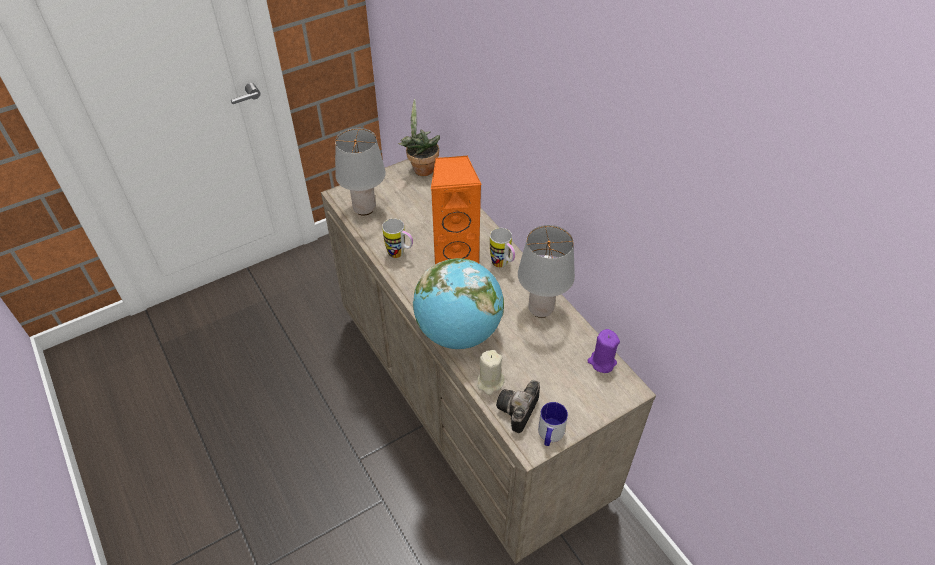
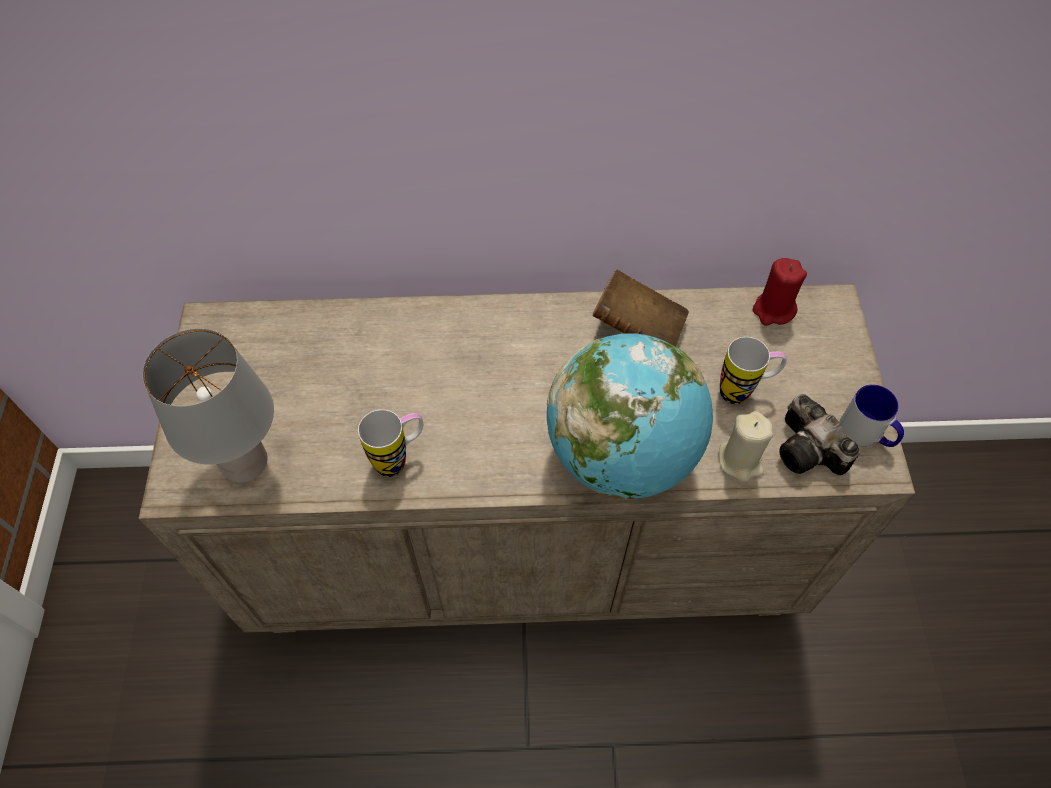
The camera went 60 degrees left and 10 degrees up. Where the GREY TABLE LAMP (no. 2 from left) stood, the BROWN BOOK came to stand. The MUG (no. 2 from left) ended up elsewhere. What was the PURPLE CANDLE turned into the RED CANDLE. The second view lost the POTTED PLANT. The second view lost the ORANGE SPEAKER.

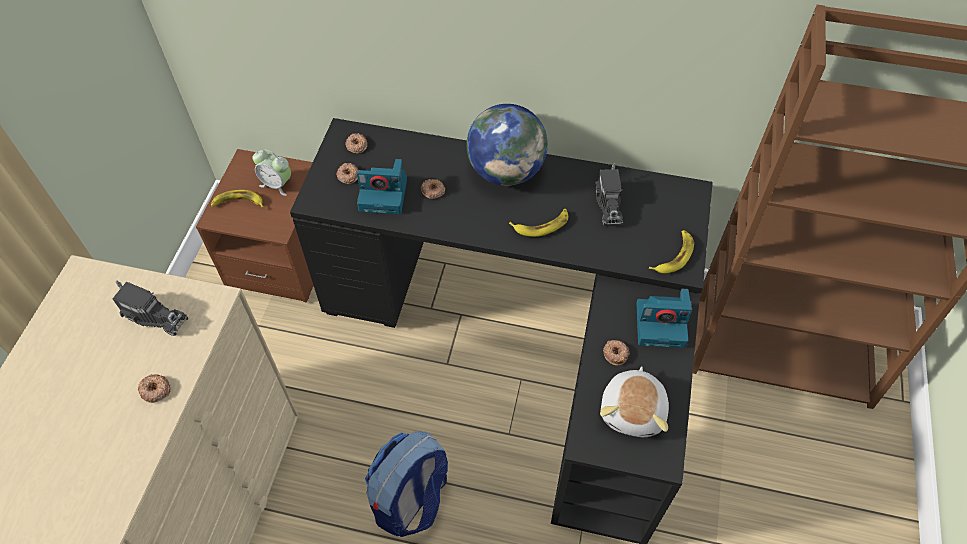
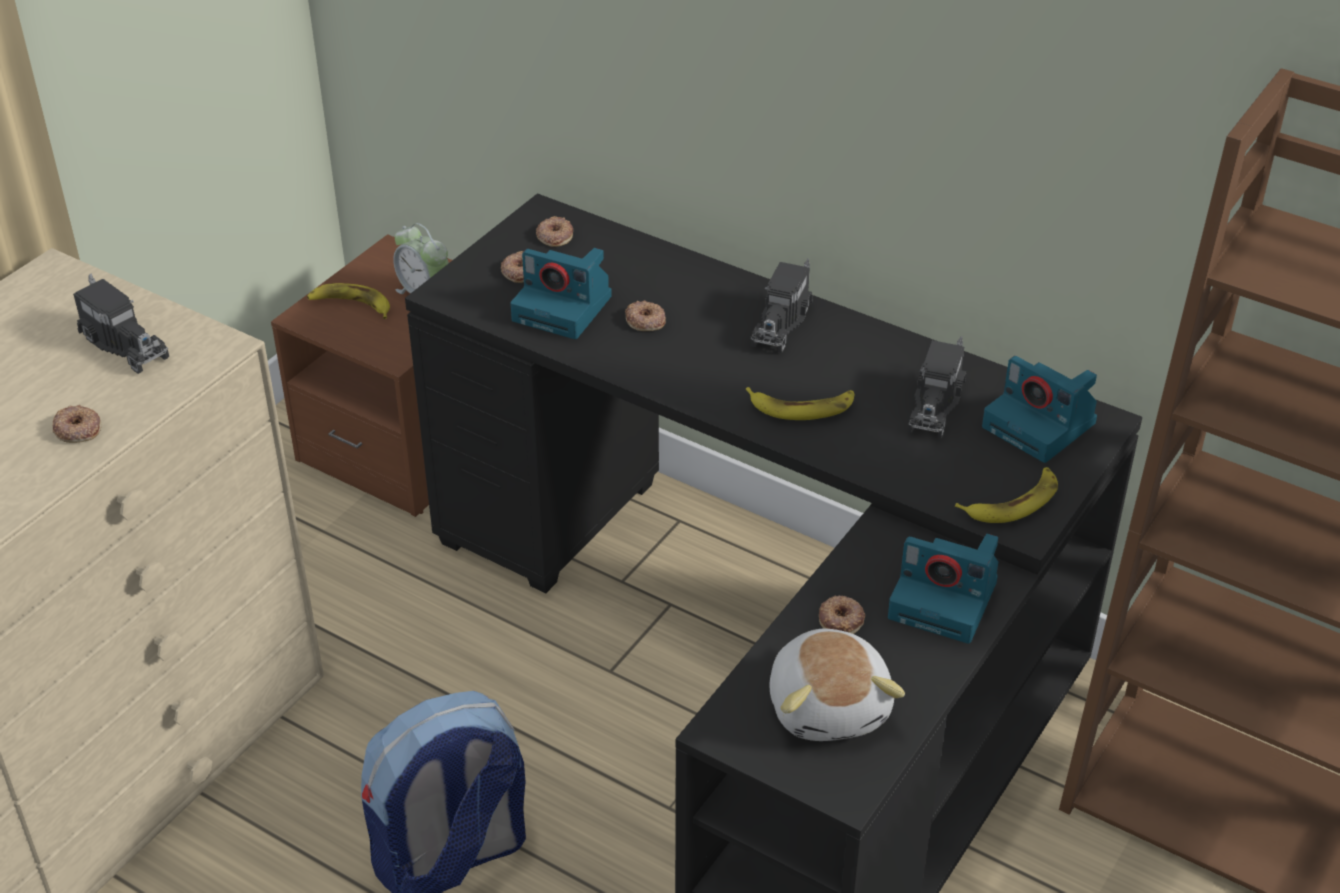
The camera went 20 degrees right and 15 degrees down. Where the GLOBE stood, the TOY TRUCK (no. 2 from left) came to stand. The PLUSH TOY ended up facing another way, 45 degrees counterclockwise from before. The second view gained the PHOTO CAMERA (no. 3 from left).

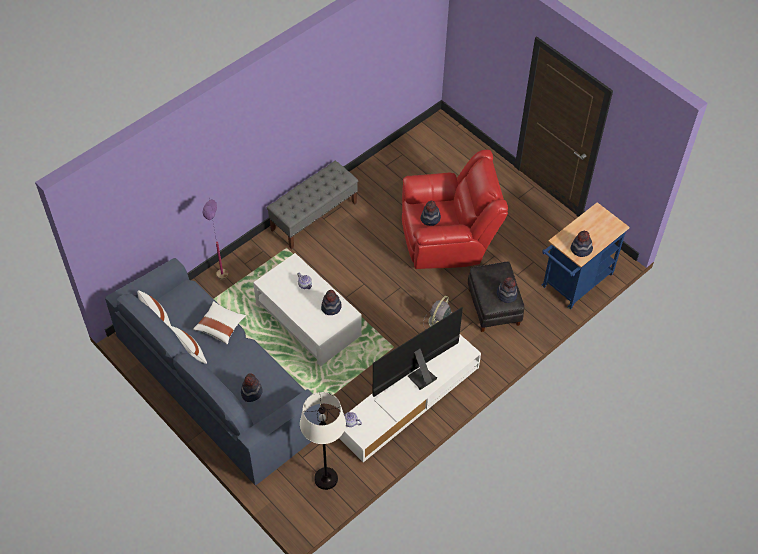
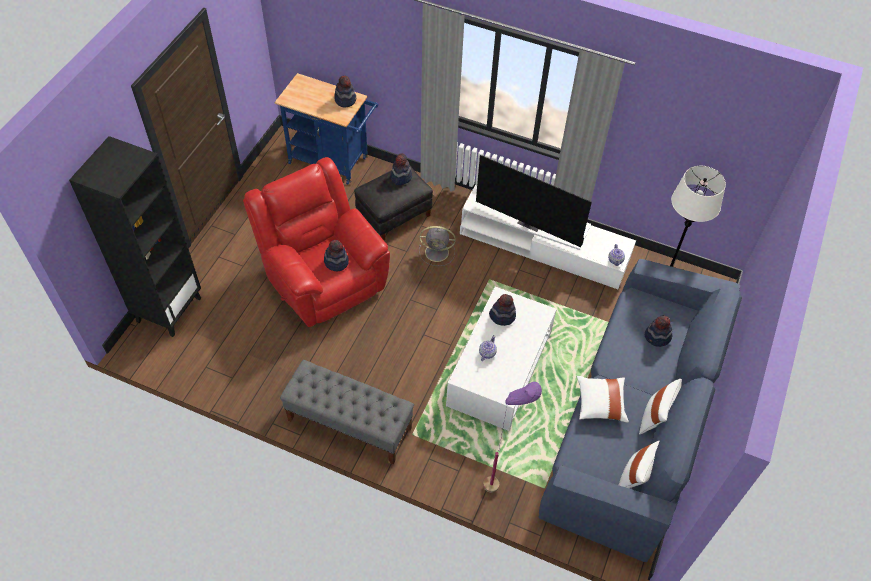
The camera went 115 degrees left and 0 degrees up. The second view gained the BLACK BOOKCASE.

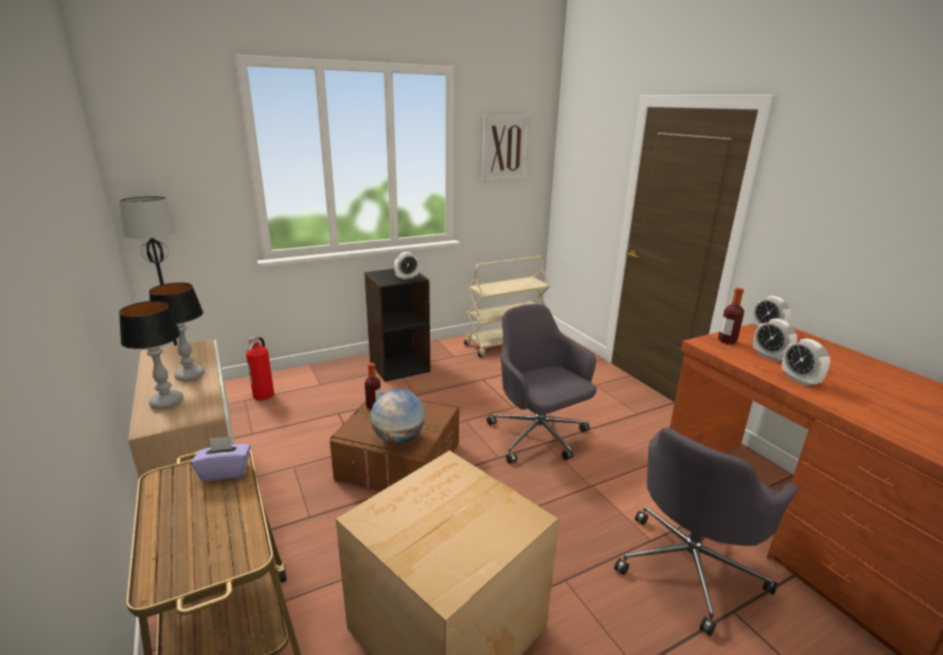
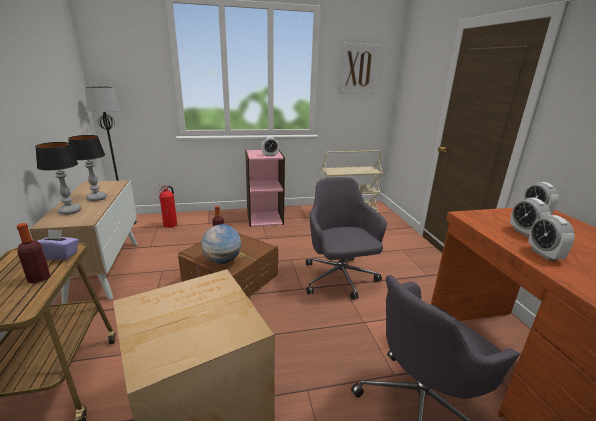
The camera went 15 degrees right and 0 degrees up. The BOTTLE (no. 2 from left in the first image) ended up elsewhere. What was the BLACK BOOKCASE turned into the PINK BOOKCASE.

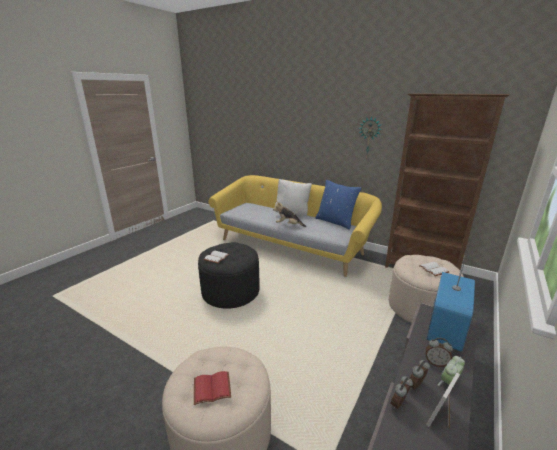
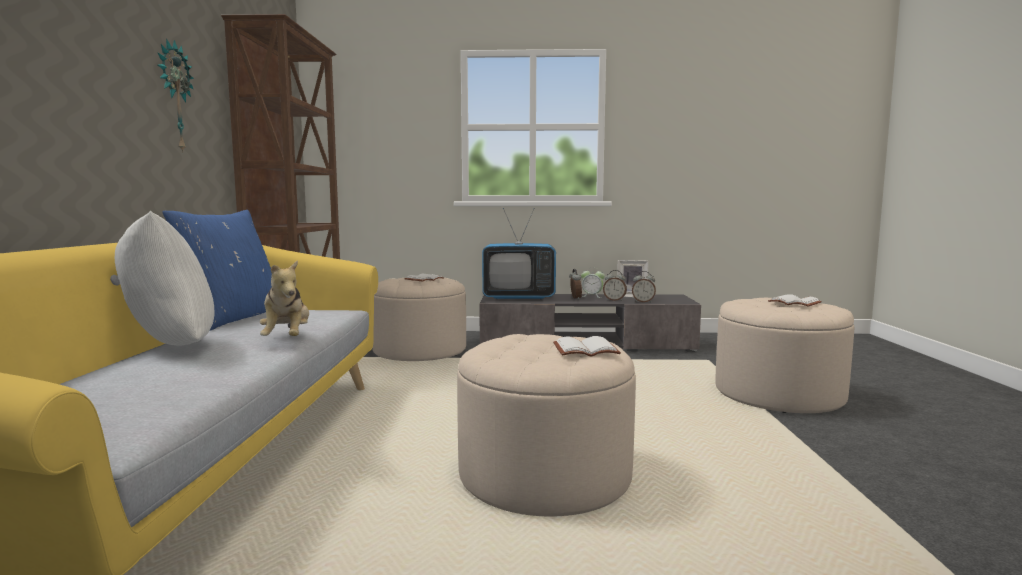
The camera went 120 degrees left and 15 degrees down. What was the BLACK OTTOMAN turned into the BEIGE OTTOMAN (no. 2 from left). What was the RED BOOK turned into the WHITE BOOK (no. 3 from left).

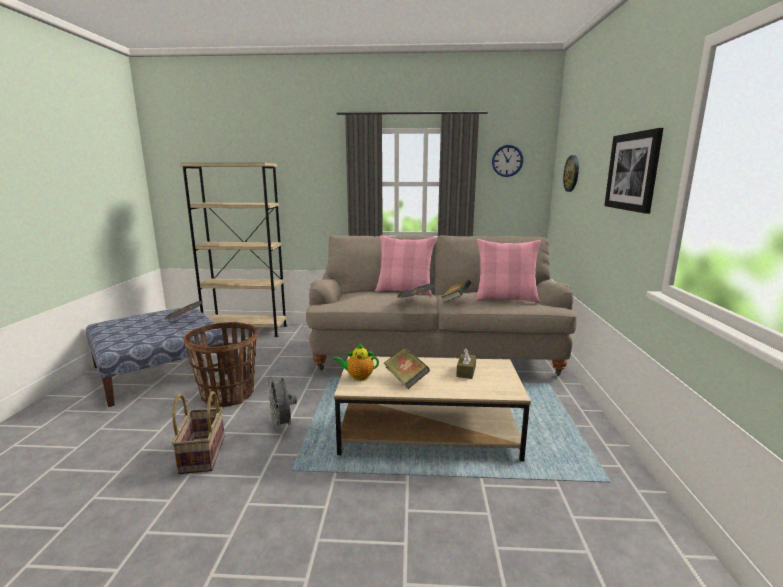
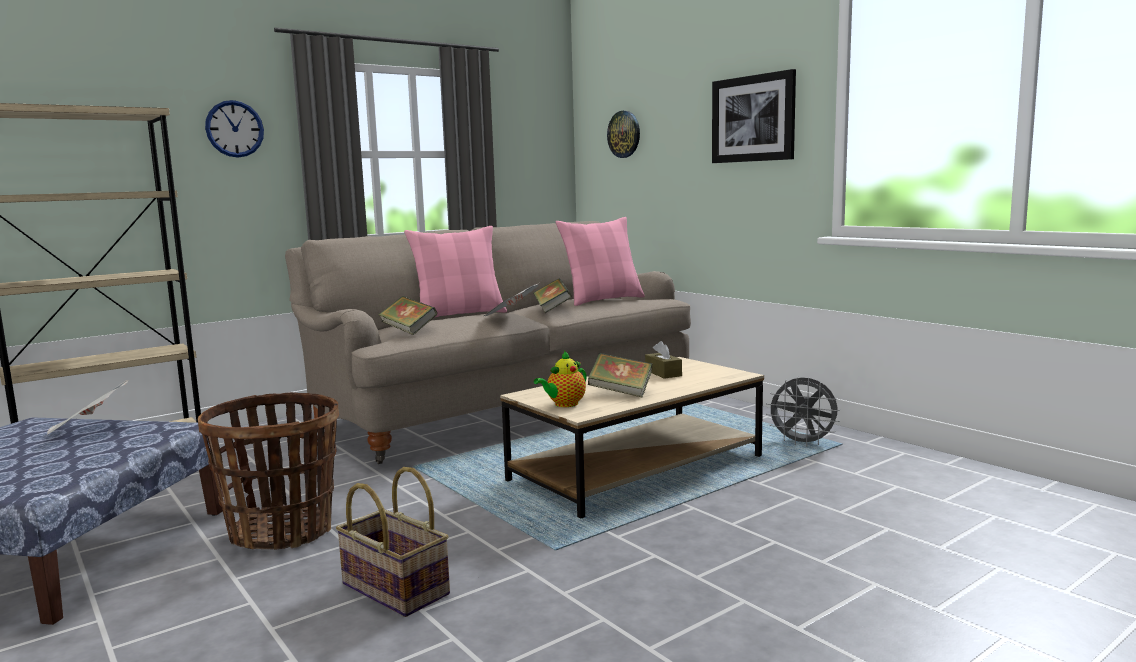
The camera went 40 degrees left and 5 degrees down. The WALL CLOCK (no. 1 from left) ended up elsewhere. The second view gained the BOOK (no. 1 from left). The GREY FAN ended up elsewhere.

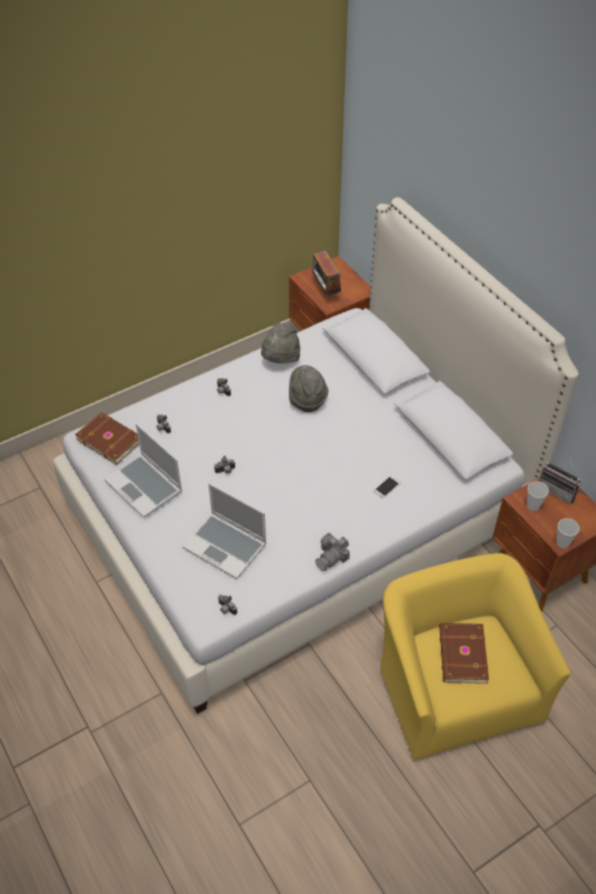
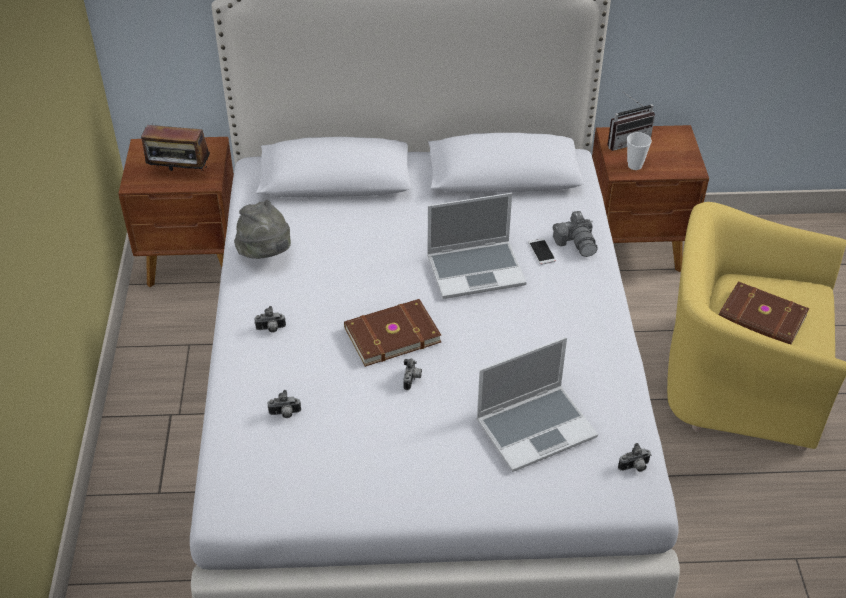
The camera went 60 degrees left and 5 degrees down. The BROWN BOOK (no. 1 from left) ended up elsewhere. The LAPTOP (no. 1 from left) ended up elsewhere. The PHOTO CAMERA (no. 5 from left in the first image) ended up elsewhere. The second view lost the GREY HAT (no. 2 from left). The second view lost the CUP (no. 2 from left).

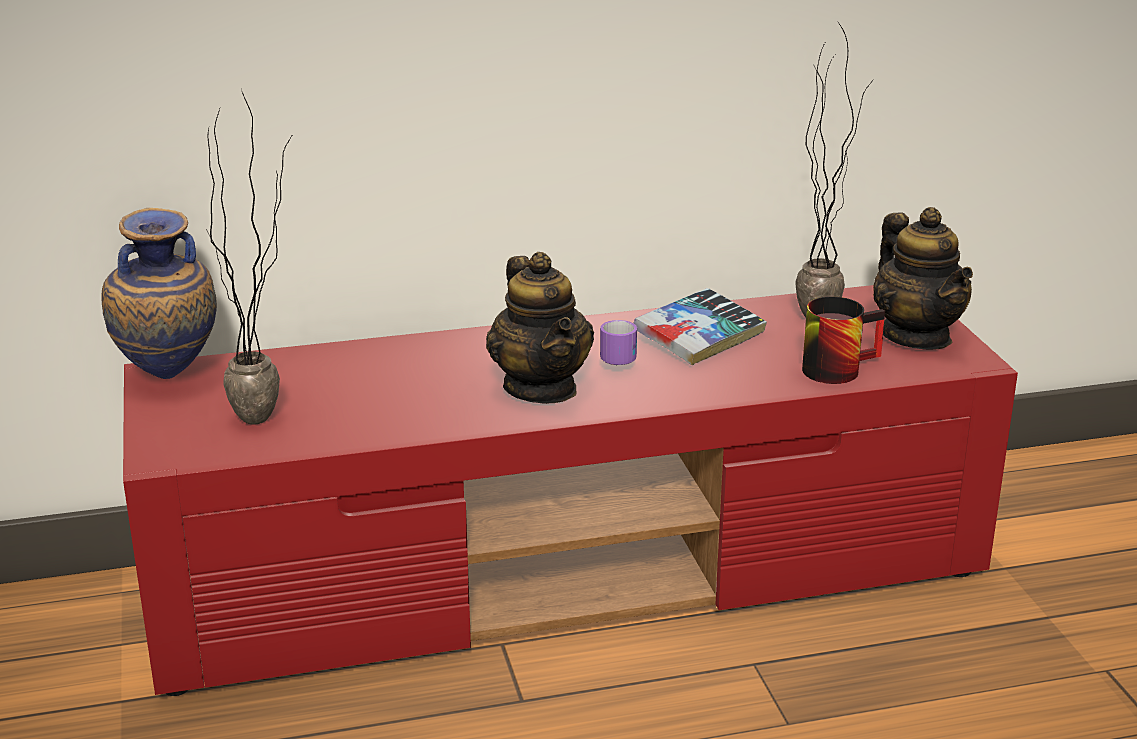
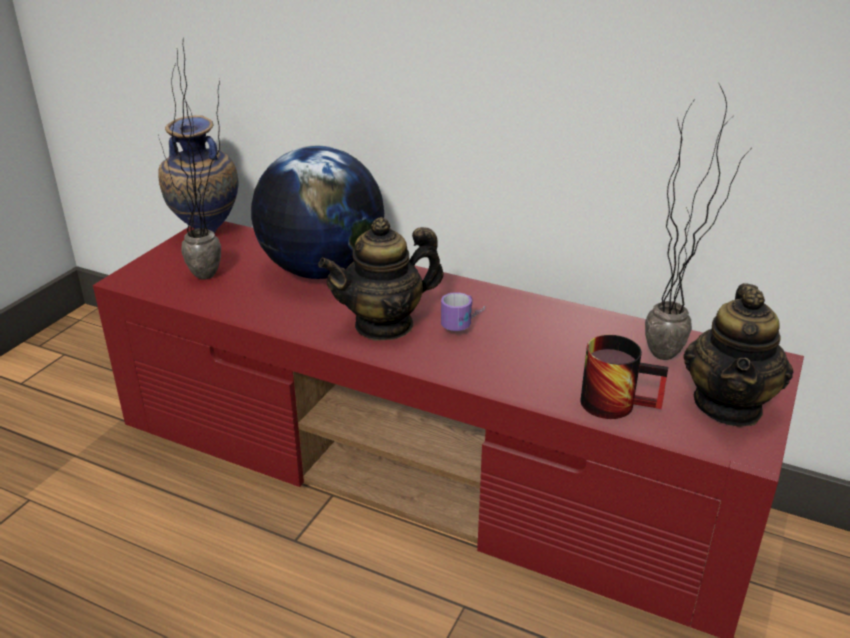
The camera went 40 degrees right and 5 degrees up. The second view gained the GLOBE. The TEAPOT (no. 1 from left) ended up facing another way, 45 degrees clockwise from before. The second view lost the BOOK.

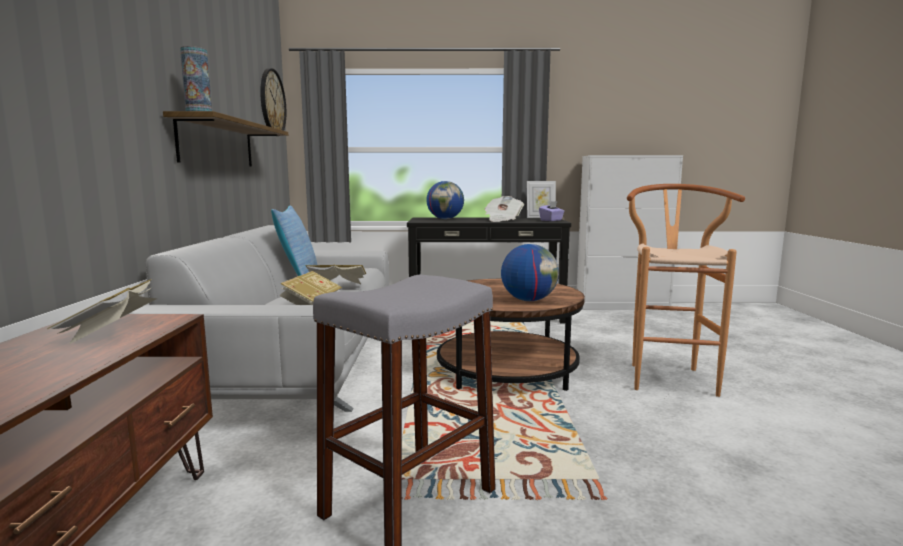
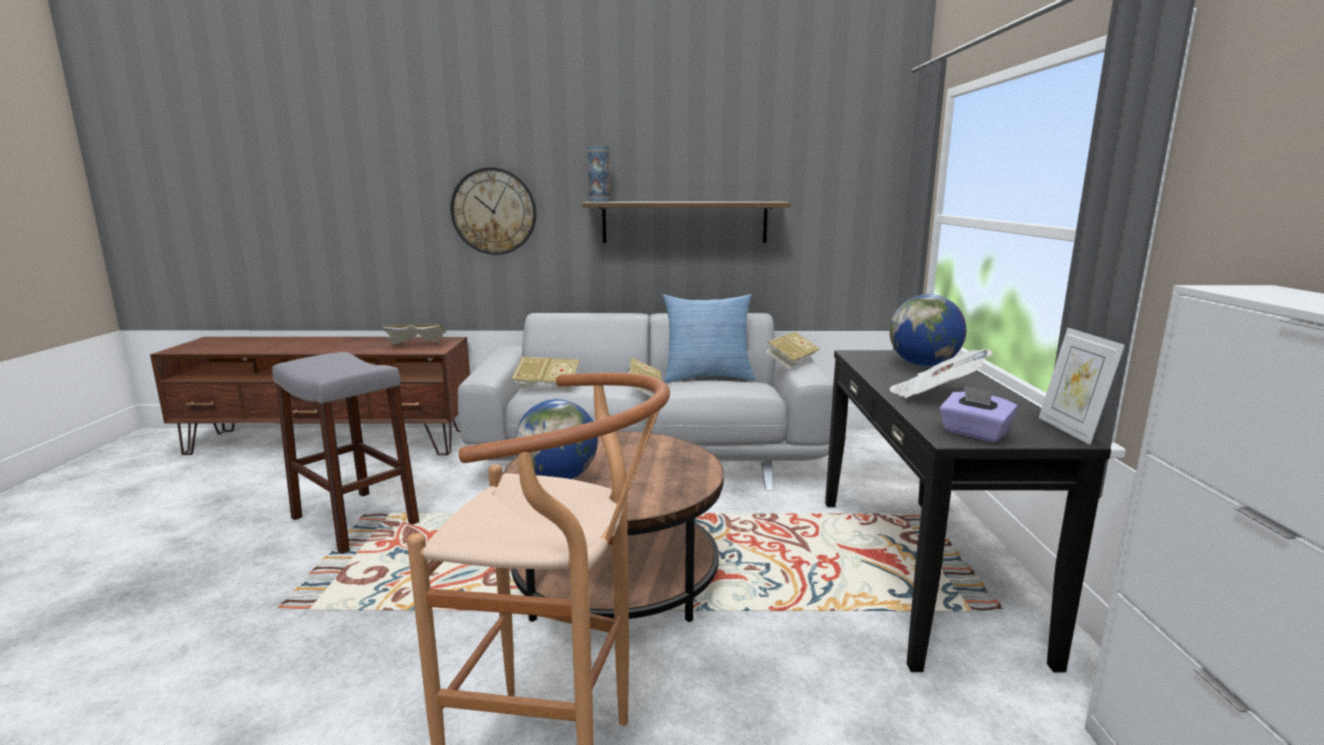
The camera went 90 degrees right and 5 degrees up. The WALL CLOCK ended up elsewhere. The second view gained the BOOK (no. 4 from left).

